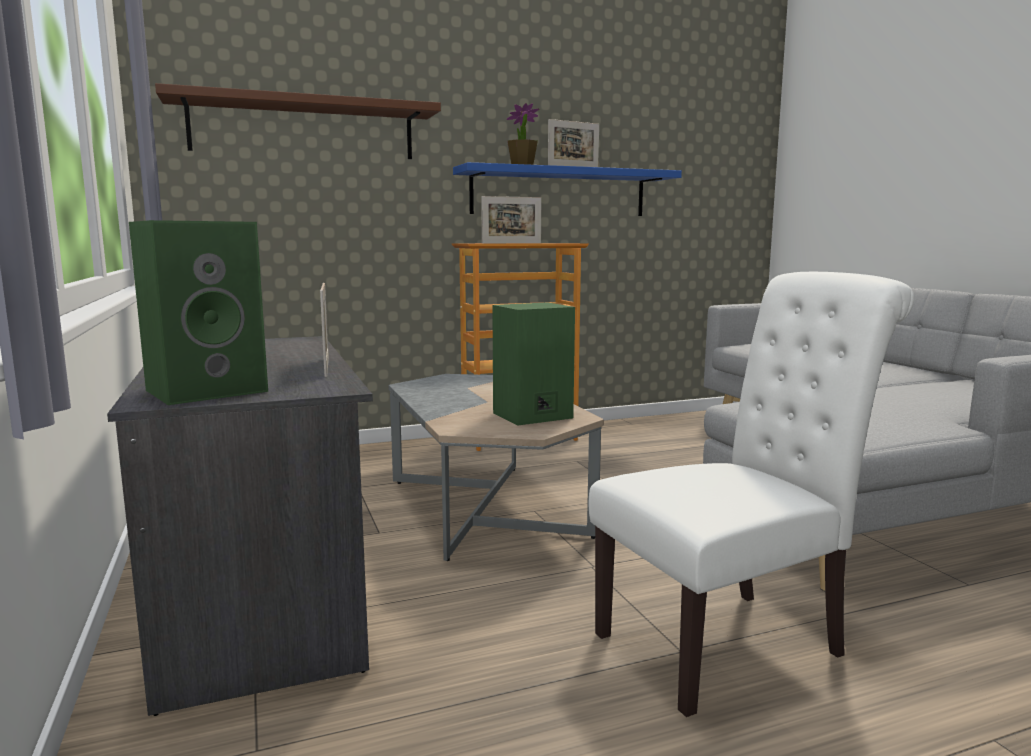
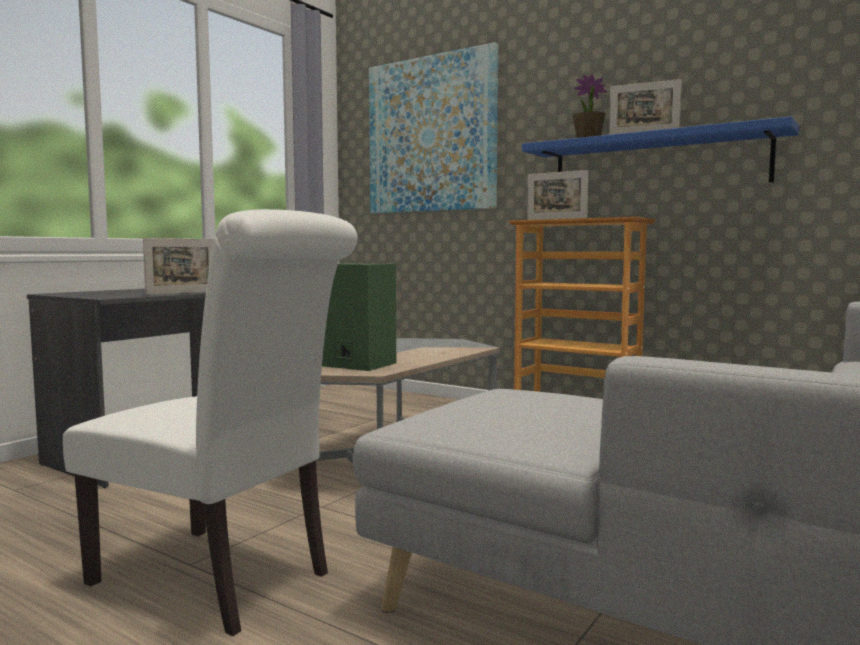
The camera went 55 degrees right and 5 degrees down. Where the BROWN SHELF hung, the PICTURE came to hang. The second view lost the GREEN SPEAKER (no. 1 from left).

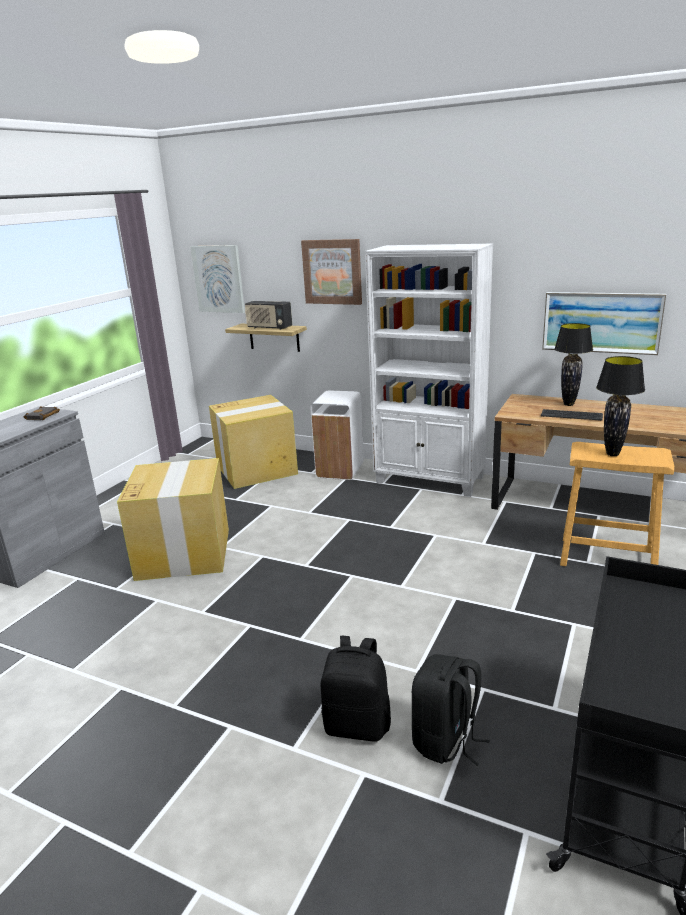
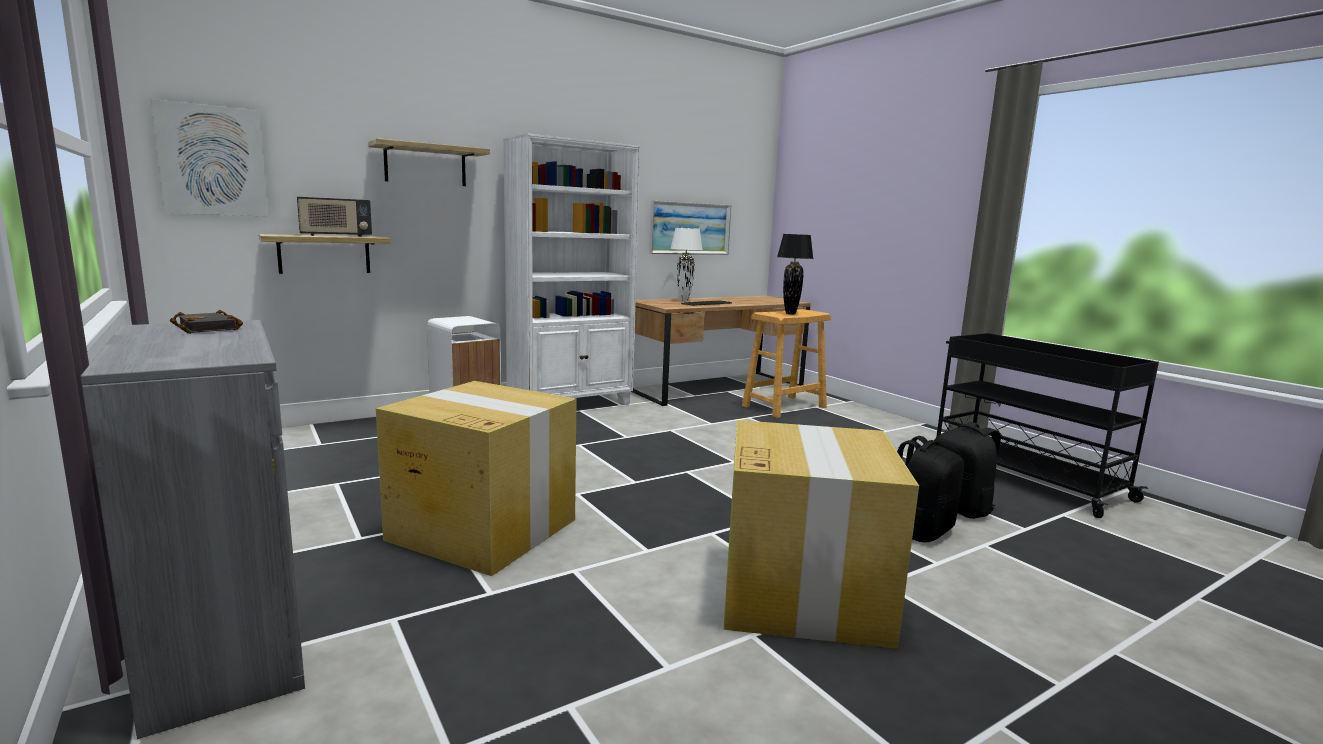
The camera went 60 degrees left and 10 degrees down. Where the PICTURE (no. 2 from left) hung, the SHELF (no. 2 from left) came to hang. What was the BLACK TABLE LAMP (no. 1 from left) turned into the WHITE TABLE LAMP. The CARDBOARD BOX (no. 2 from left) ended up elsewhere.

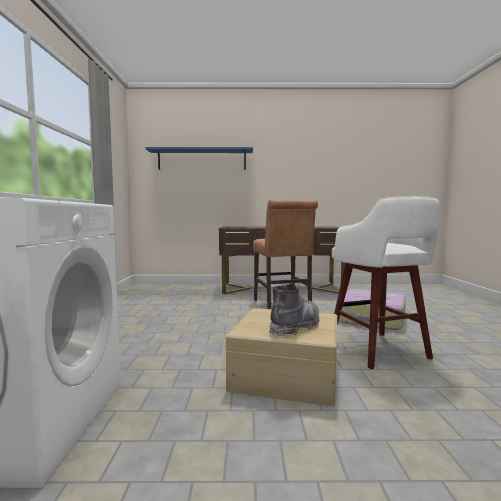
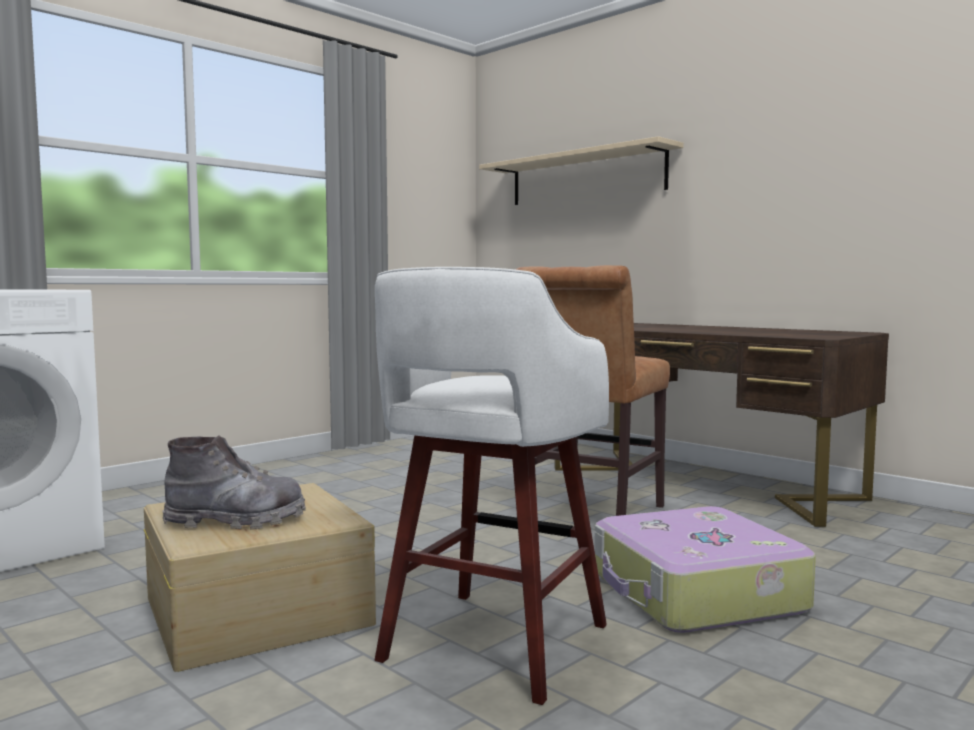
The camera went 45 degrees right and 0 degrees up. What was the BLUE SHELF turned into the BEIGE SHELF.

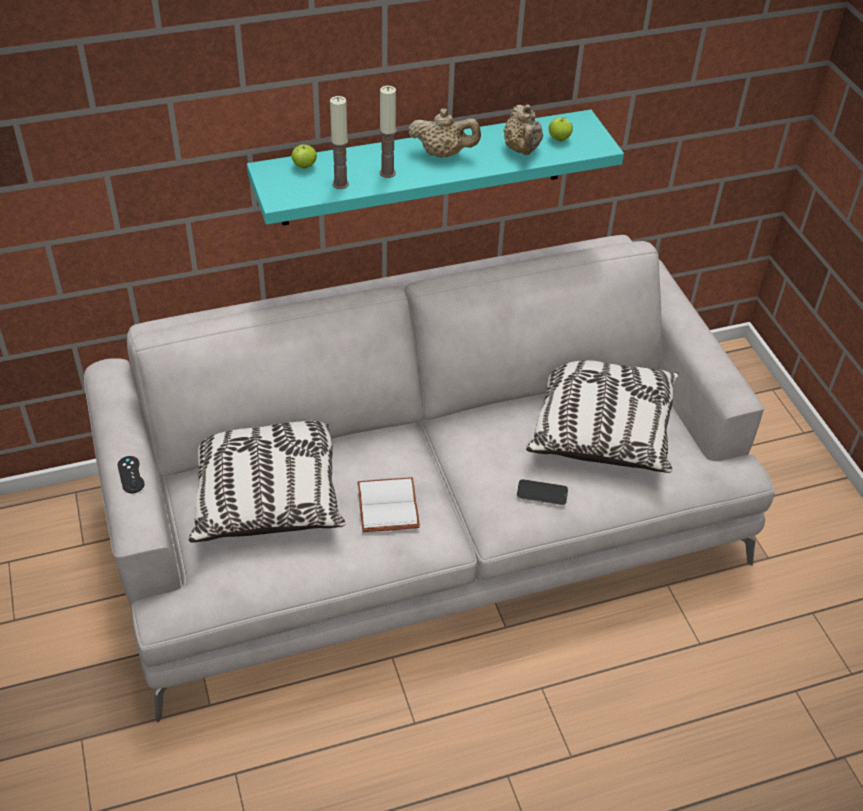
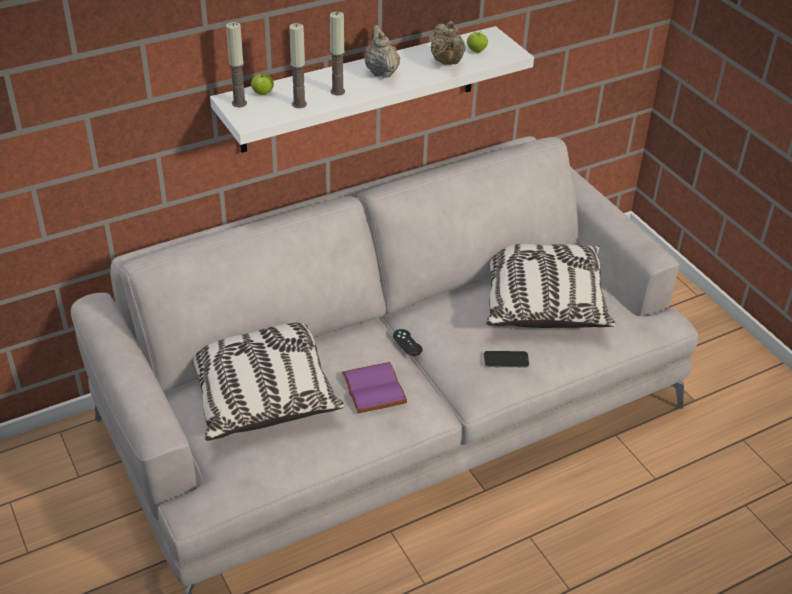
The camera went 10 degrees left and 5 degrees down. What was the TURQUOISE SHELF turned into the WHITE SHELF. The second view gained the CANDLE (no. 1 from left). What was the WHITE BOOK turned into the PURPLE BOOK. The BEIGE TEAPOT (no. 1 from left) ended up facing another way, 105 degrees counterclockwise from before. The BLACK GAME CONTROLLER ended up elsewhere.

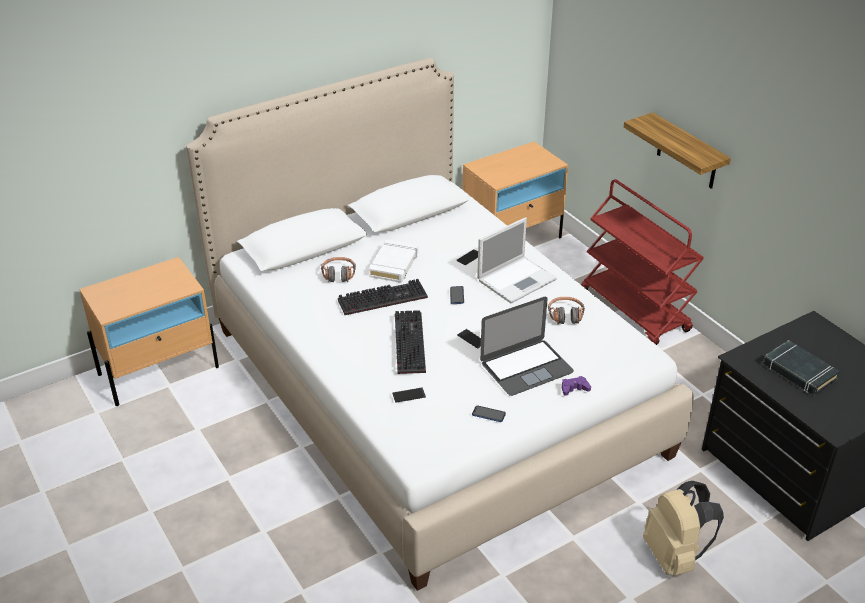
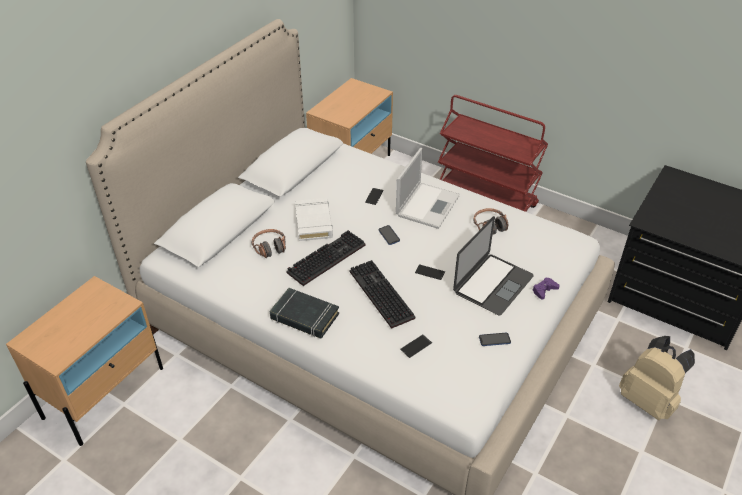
The camera went 25 degrees left and 5 degrees up. The BLACK BOOK ended up elsewhere. The second view lost the SHELF.

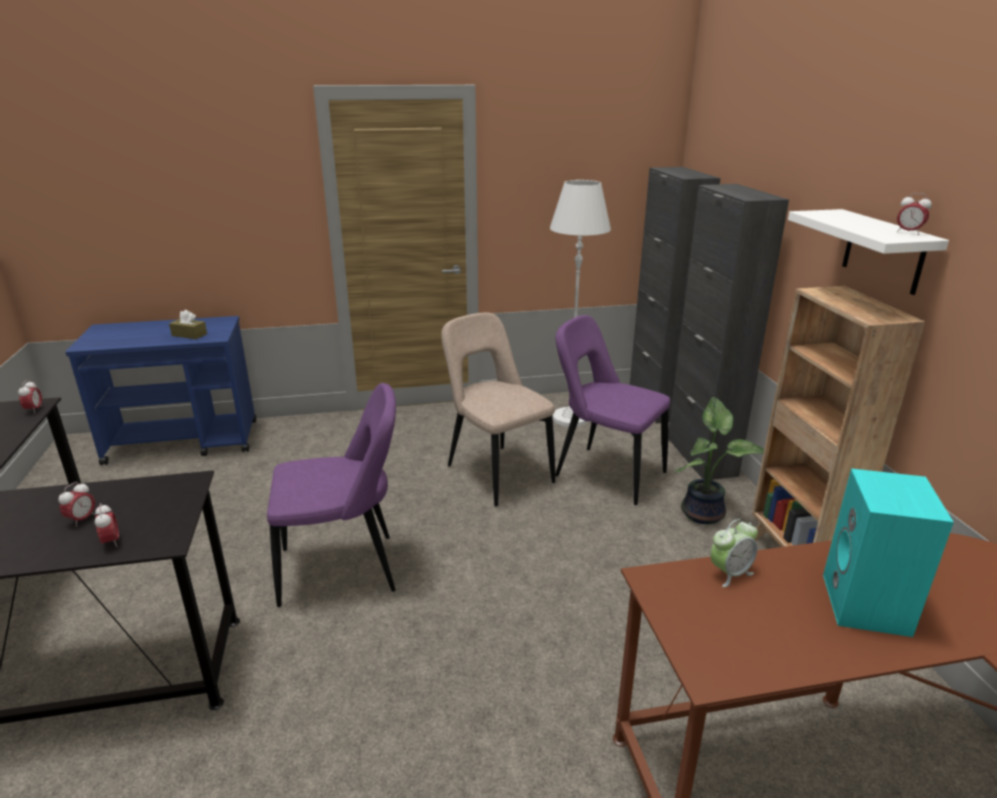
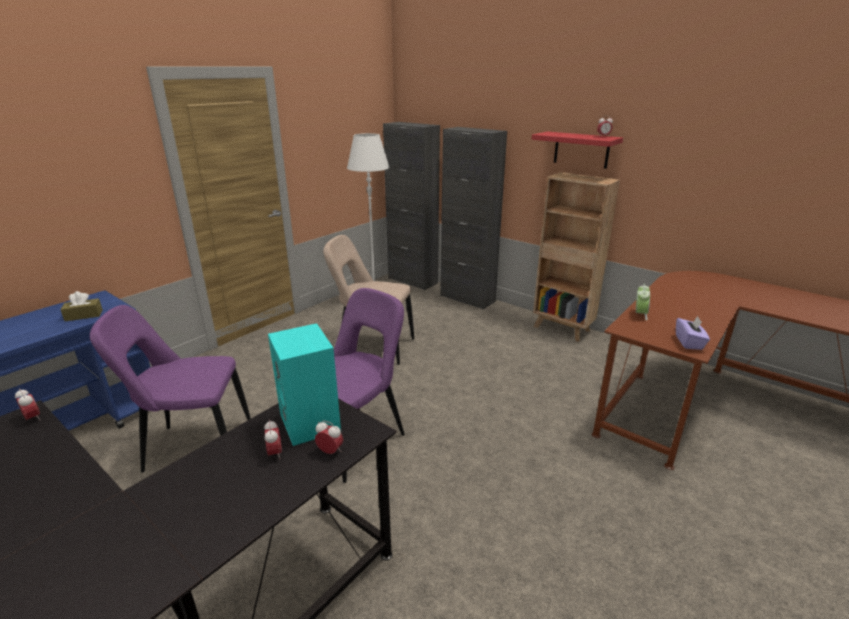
The camera went 40 degrees left and 0 degrees up. The PURPLE CHAIR (no. 2 from left in the first image) ended up elsewhere. The TURQUOISE SPEAKER ended up elsewhere. What was the WHITE SHELF turned into the RED SHELF. The second view gained the PURPLE TISSUE BOX. The second view lost the POTTED PLANT.

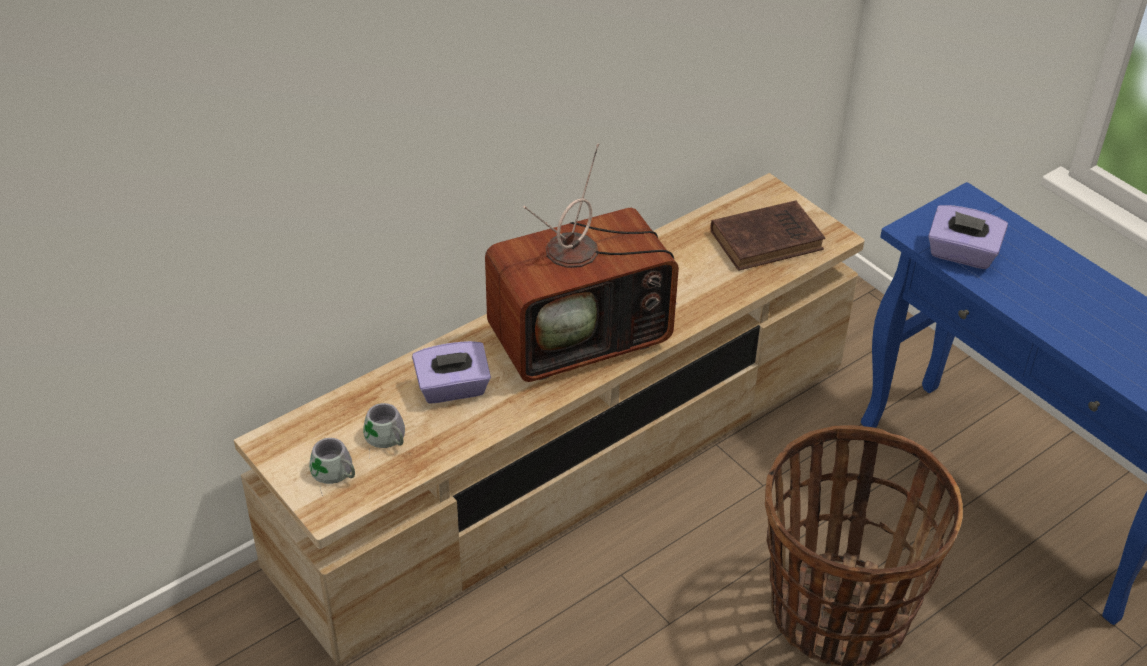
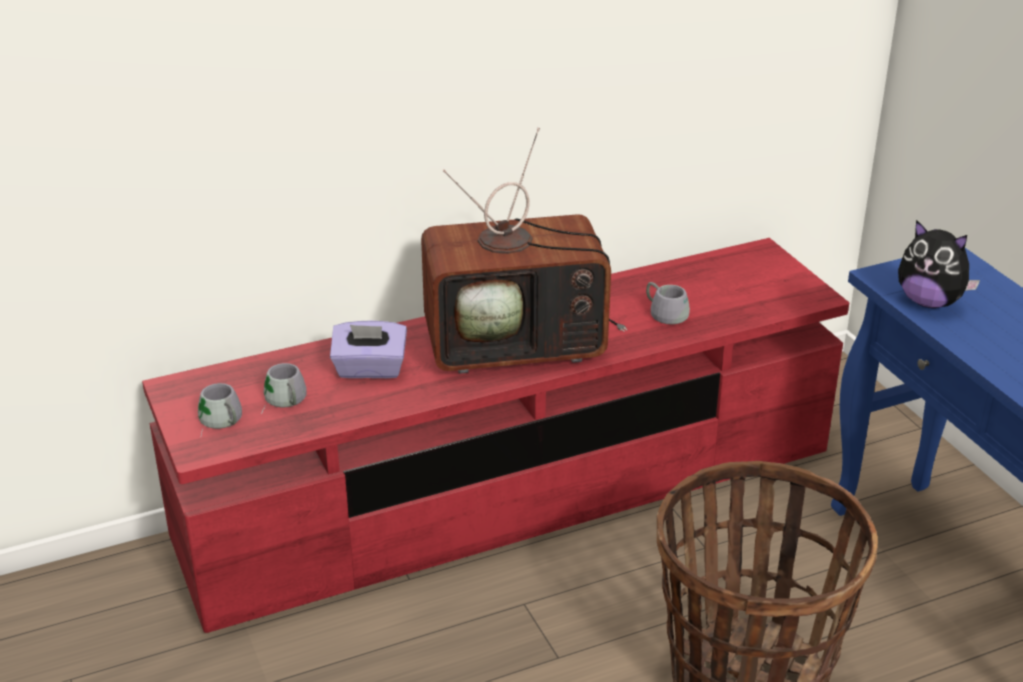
The camera went 15 degrees right and 10 degrees down. What was the BEIGE TV STAND turned into the RED TV STAND. The second view gained the GREY MUG (no. 3 from left). Where the PURPLE TISSUE BOX (no. 2 from left) stood, the PLUSH TOY came to stand. The second view lost the BROWN BOOK.

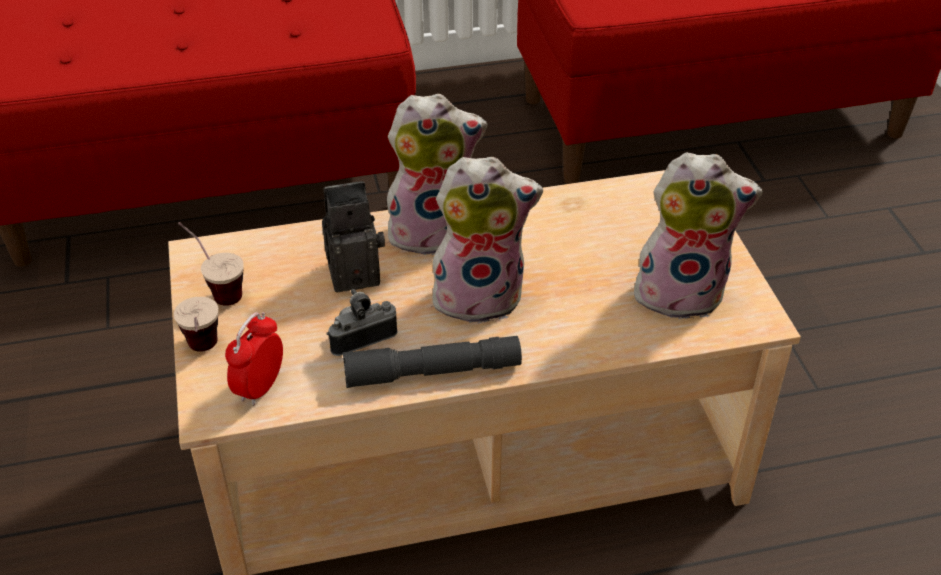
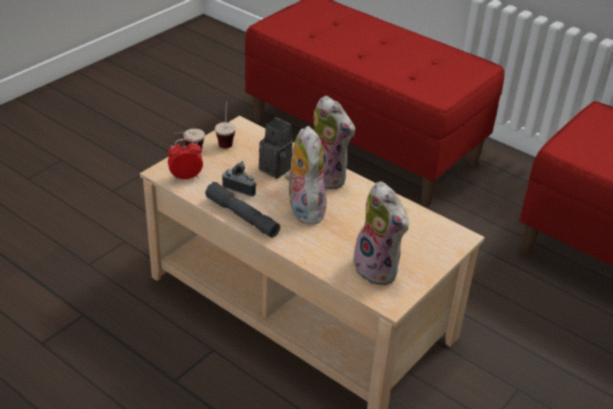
The camera went 50 degrees right and 5 degrees down. The PLUSH TOY (no. 2 from left in the first image) ended up facing another way, 150 degrees counterclockwise from before.

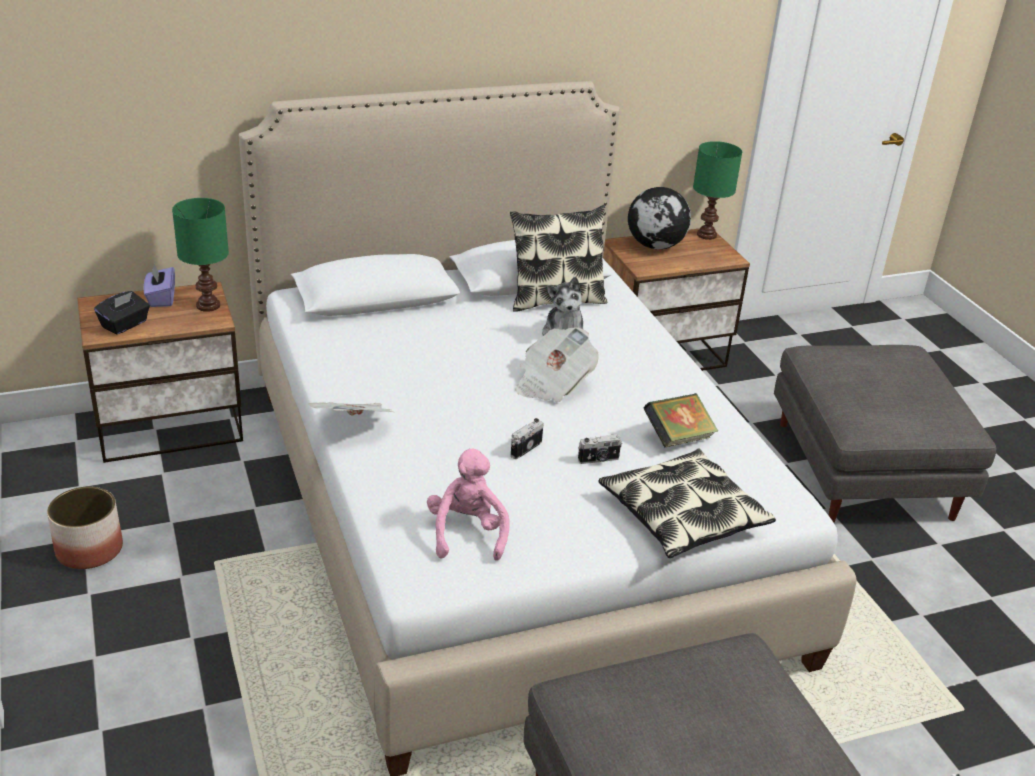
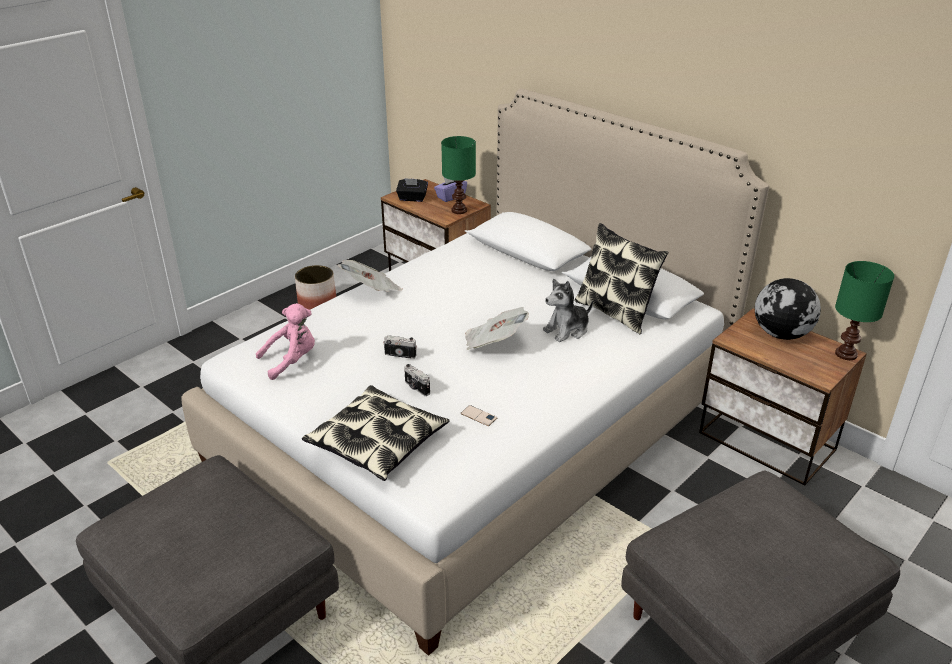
The camera went 65 degrees right and 0 degrees up. Where the BOOK stood, the PHONE came to stand.

